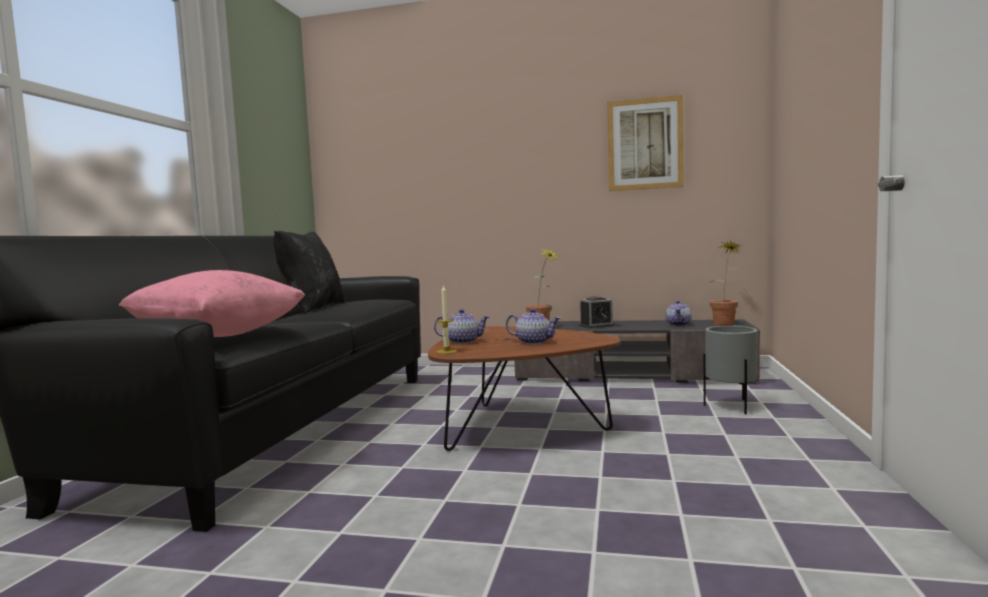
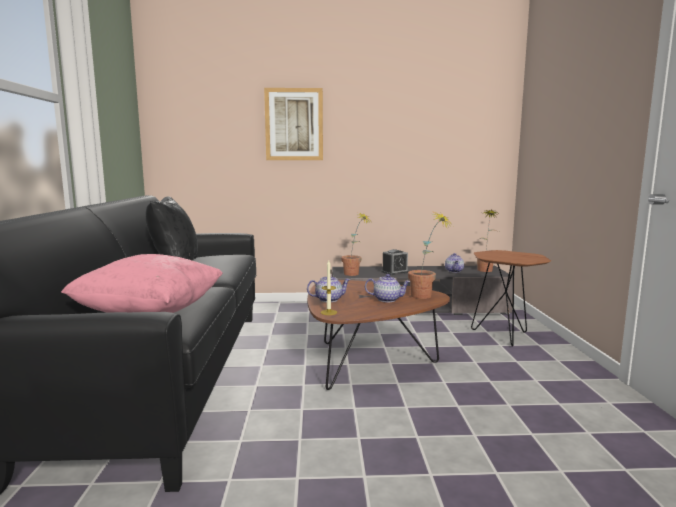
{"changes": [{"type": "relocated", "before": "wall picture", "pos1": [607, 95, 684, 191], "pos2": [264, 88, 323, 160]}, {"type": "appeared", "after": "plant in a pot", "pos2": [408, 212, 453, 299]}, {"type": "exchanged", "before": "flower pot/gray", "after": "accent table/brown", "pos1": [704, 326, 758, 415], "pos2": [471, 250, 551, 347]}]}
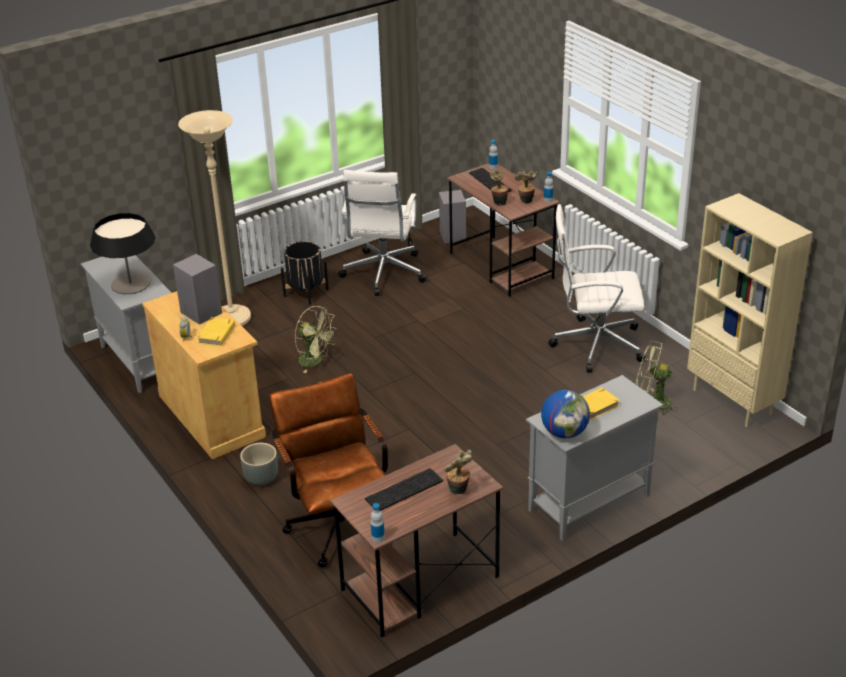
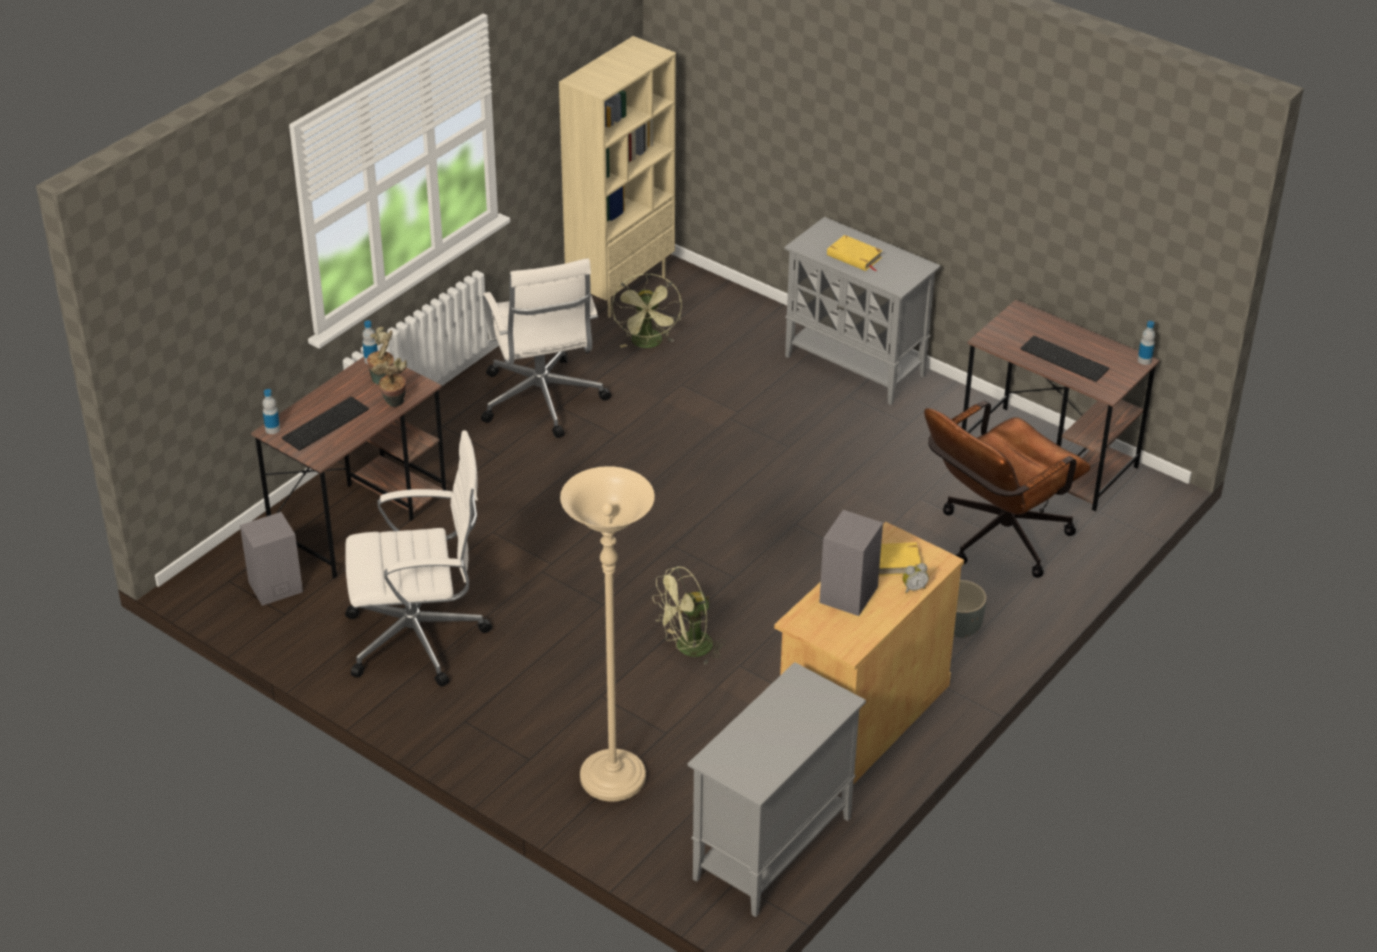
{"changes": [{"type": "spun", "before": "electric fan/green-coloured", "pos1": [295, 306, 338, 373], "pos2": [652, 566, 725, 666], "turn": -135}, {"type": "missing", "before": "tabletop lamp", "pos1": [90, 213, 156, 294]}, {"type": "missing", "before": "flower pot/black-coloured", "pos1": [281, 241, 329, 305]}, {"type": "missing", "before": "plant in a pot", "pos1": [444, 449, 472, 494]}, {"type": "missing", "before": "globe", "pos1": [541, 390, 590, 439]}]}
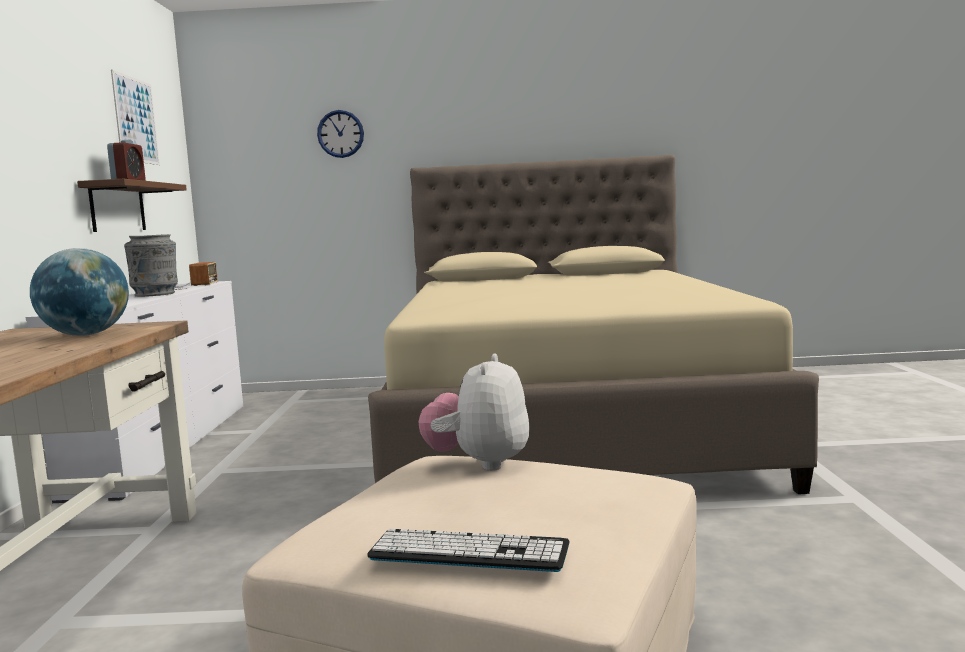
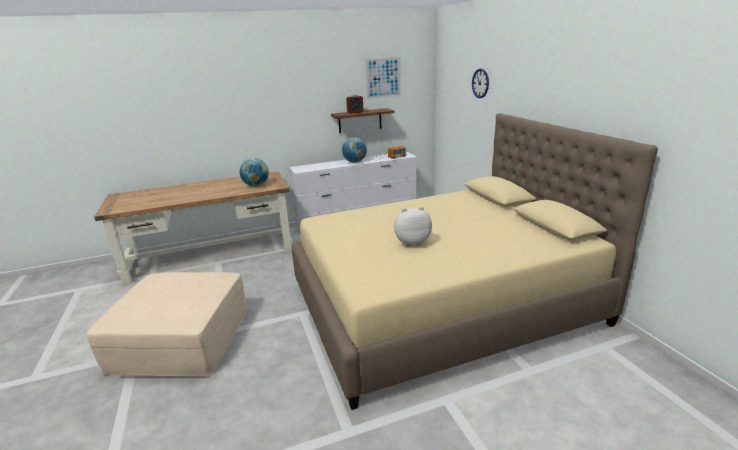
{"changes": [{"type": "exchanged", "before": "flower vase/gray", "after": "globe", "pos1": [124, 234, 178, 297], "pos2": [342, 137, 367, 163]}, {"type": "relocated", "before": "soft toy", "pos1": [418, 354, 530, 471], "pos2": [394, 207, 432, 247]}, {"type": "missing", "before": "computer keyboard", "pos1": [367, 529, 570, 572]}]}
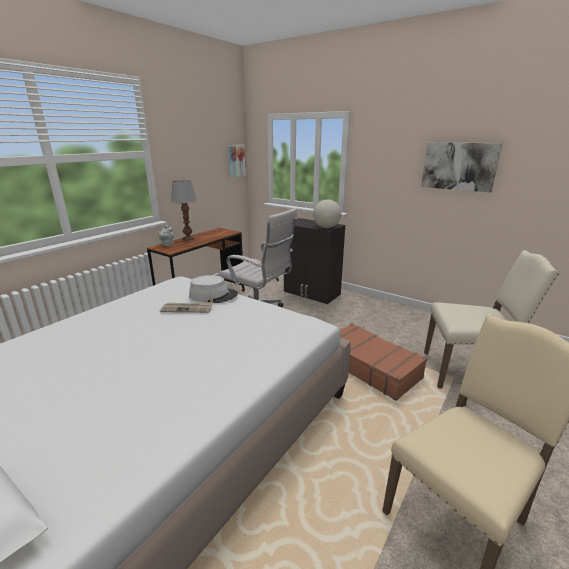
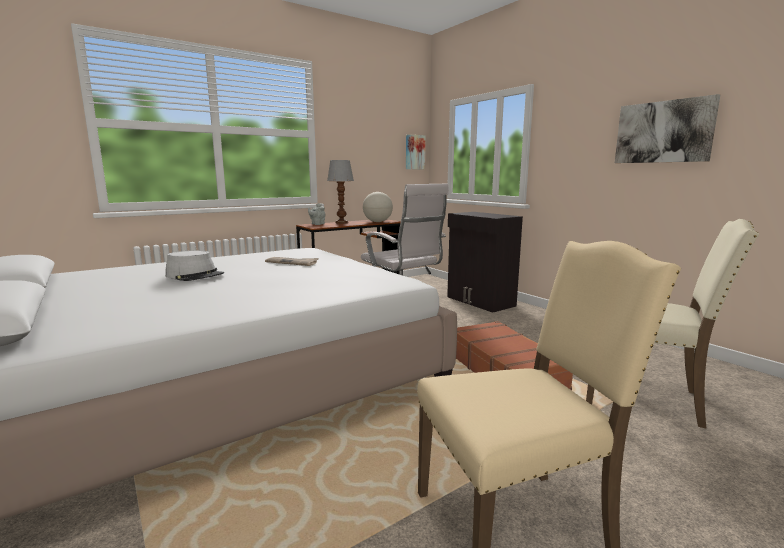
{"changes": [{"type": "relocated", "before": "hat/gray", "pos1": [189, 275, 238, 303], "pos2": [165, 250, 224, 281]}, {"type": "relocated", "before": "globe", "pos1": [313, 199, 341, 228], "pos2": [363, 192, 393, 222]}]}
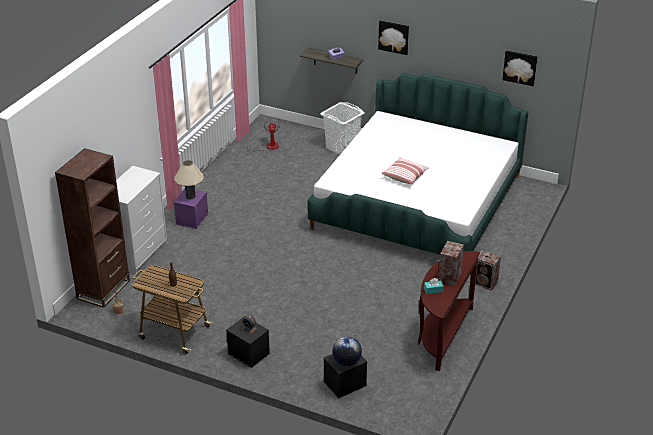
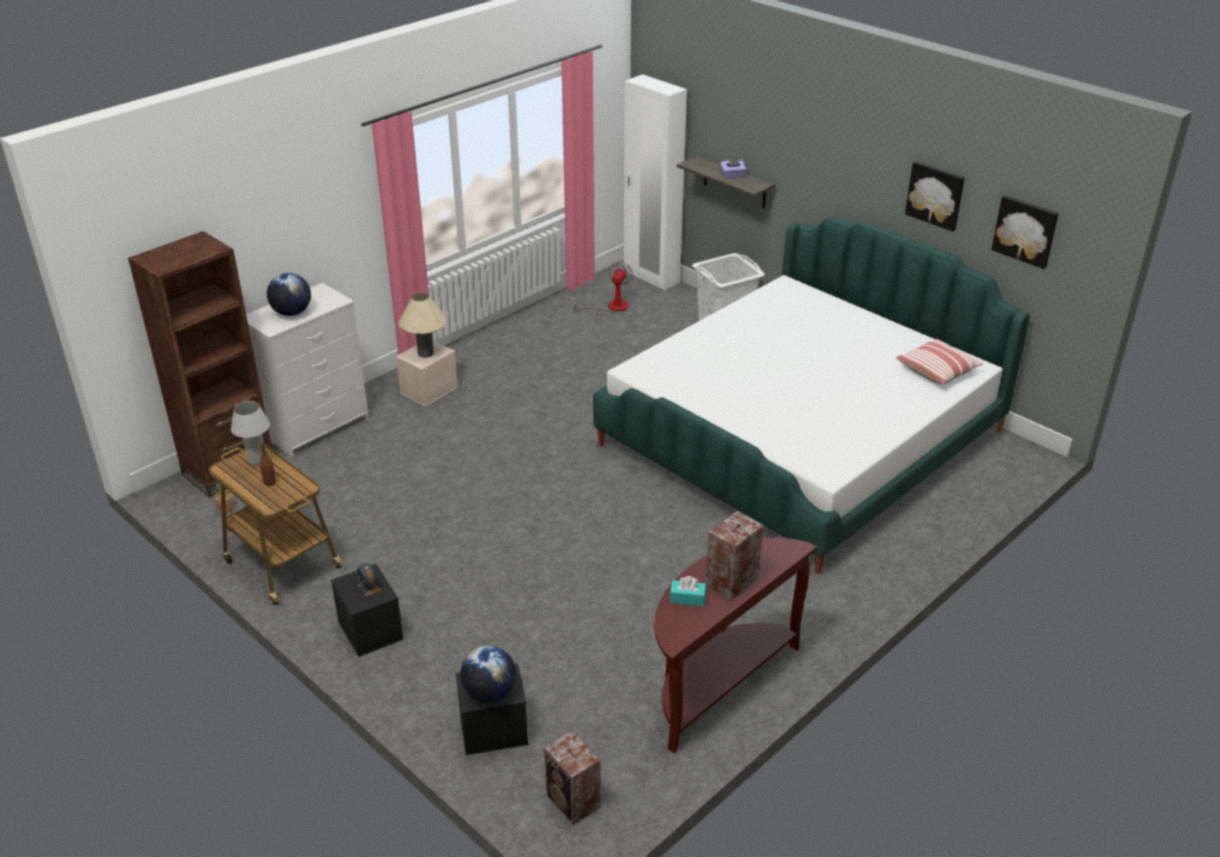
{"changes": [{"type": "appeared", "after": "tabletop lamp/whitish", "pos2": [231, 401, 270, 465]}, {"type": "appeared", "after": "globe", "pos2": [267, 273, 311, 316]}, {"type": "colour", "before": "storage container/purple", "after": "storage container/sand-coloured", "pos1": [174, 189, 208, 229], "pos2": [396, 341, 458, 407]}, {"type": "relocated", "before": "speaker", "pos1": [475, 250, 501, 291], "pos2": [544, 731, 601, 825]}, {"type": "appeared", "after": "clothes cupboard/whitish", "pos2": [624, 74, 687, 290]}, {"type": "relocated", "before": "cushion", "pos1": [381, 158, 429, 184], "pos2": [896, 339, 983, 385]}, {"type": "relocated", "before": "wall picture", "pos1": [378, 20, 409, 55], "pos2": [905, 161, 965, 232]}]}
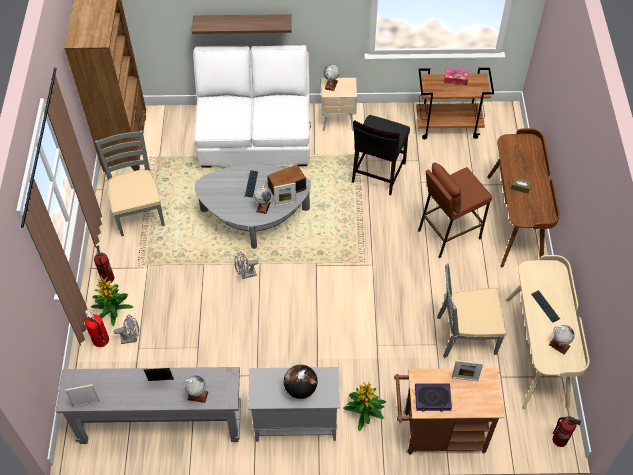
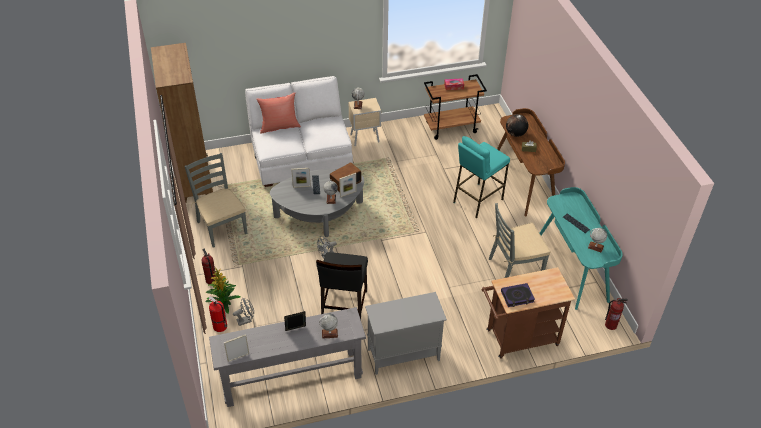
{"changes": [{"type": "appeared", "after": "cushion/reddish", "pos2": [256, 93, 301, 134]}, {"type": "relocated", "before": "picture frame", "pos1": [452, 360, 483, 381], "pos2": [291, 168, 311, 188]}, {"type": "relocated", "before": "chair/black-coloured", "pos1": [352, 115, 410, 195], "pos2": [316, 252, 368, 319]}, {"type": "colour", "before": "sitting stool/brown", "after": "sitting stool/turquoise", "pos1": [418, 163, 492, 258], "pos2": [453, 136, 510, 218]}, {"type": "relocated", "before": "globe", "pos1": [284, 364, 318, 399], "pos2": [506, 114, 528, 137]}, {"type": "colour", "before": "desk table/sand-coloured", "after": "desk table/turquoise", "pos1": [506, 255, 590, 409], "pos2": [540, 187, 623, 310]}, {"type": "missing", "before": "bracket shelf", "pos1": [192, 14, 292, 34]}, {"type": "missing", "before": "plant in a pot", "pos1": [343, 381, 386, 432]}]}
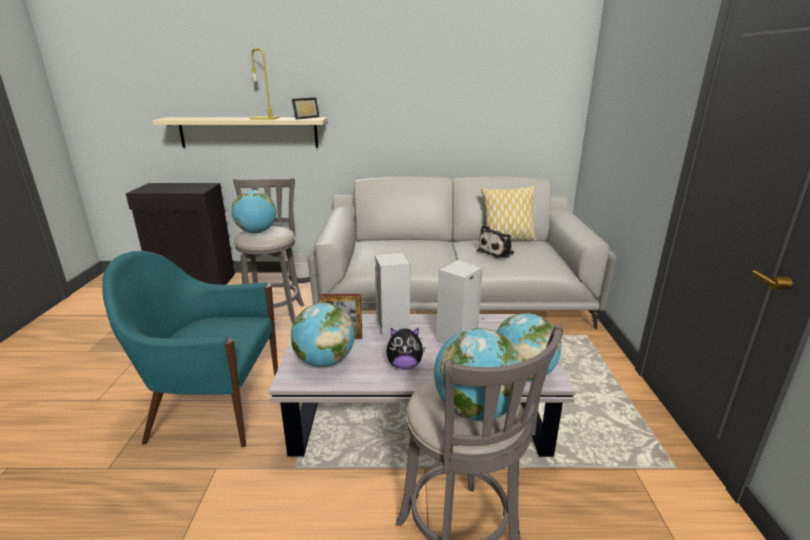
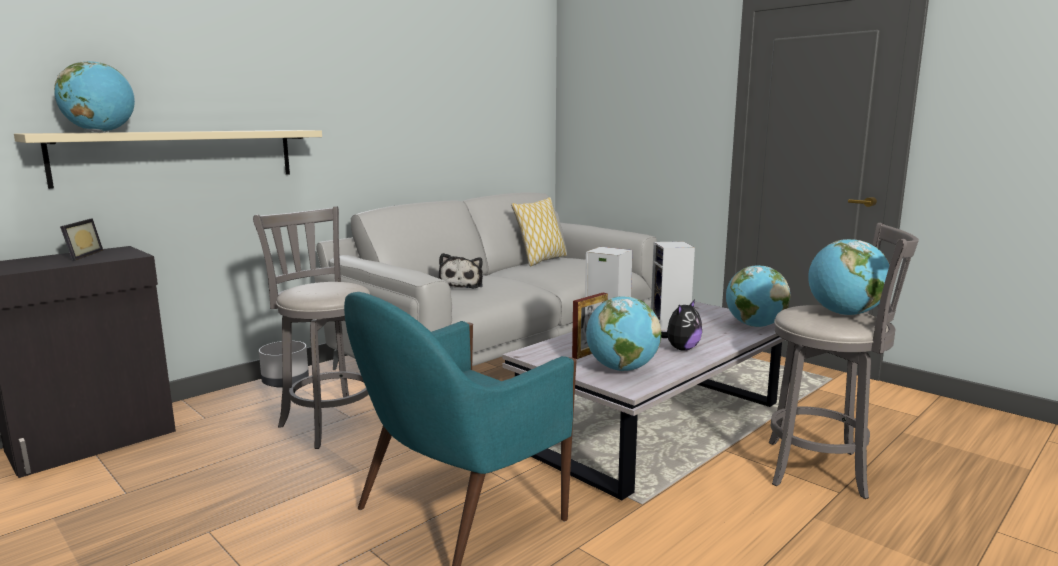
{"changes": [{"type": "relocated", "before": "globe", "pos1": [231, 190, 277, 233], "pos2": [54, 61, 135, 132]}, {"type": "relocated", "before": "picture frame", "pos1": [292, 97, 320, 120], "pos2": [60, 218, 103, 261]}, {"type": "relocated", "before": "soft toy", "pos1": [477, 225, 514, 258], "pos2": [439, 253, 483, 288]}, {"type": "missing", "before": "tabletop lamp/yellow", "pos1": [249, 48, 280, 120]}]}
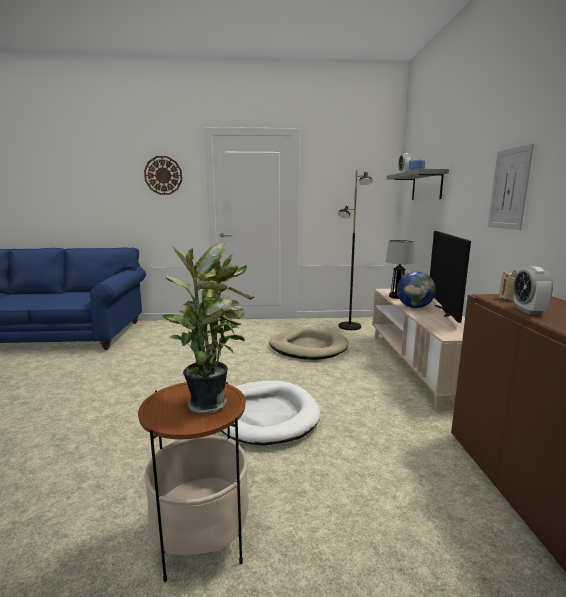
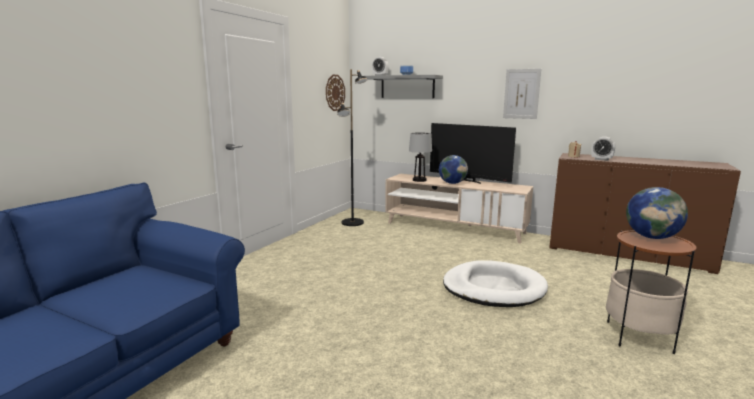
{"changes": [{"type": "relocated", "before": "hanging clock", "pos1": [144, 156, 182, 195], "pos2": [326, 75, 345, 111]}, {"type": "exchanged", "before": "plant in a pot", "after": "globe", "pos1": [162, 243, 254, 413], "pos2": [626, 187, 688, 239]}, {"type": "missing", "before": "pet bed/sand-coloured", "pos1": [269, 327, 348, 360]}]}
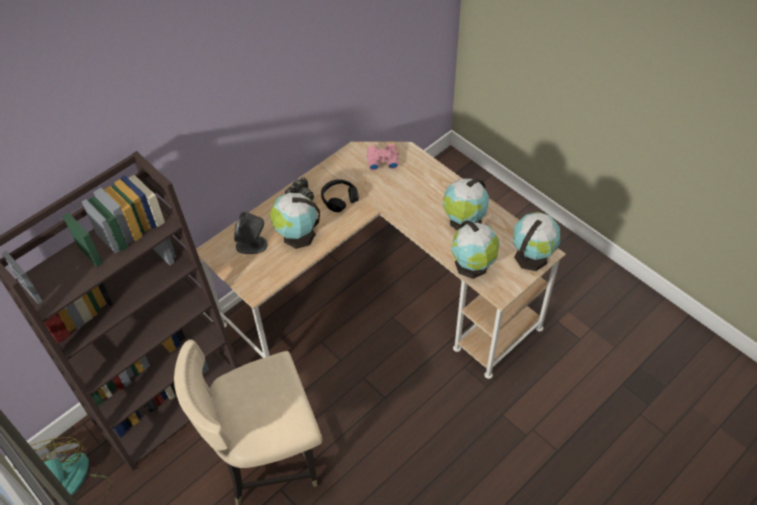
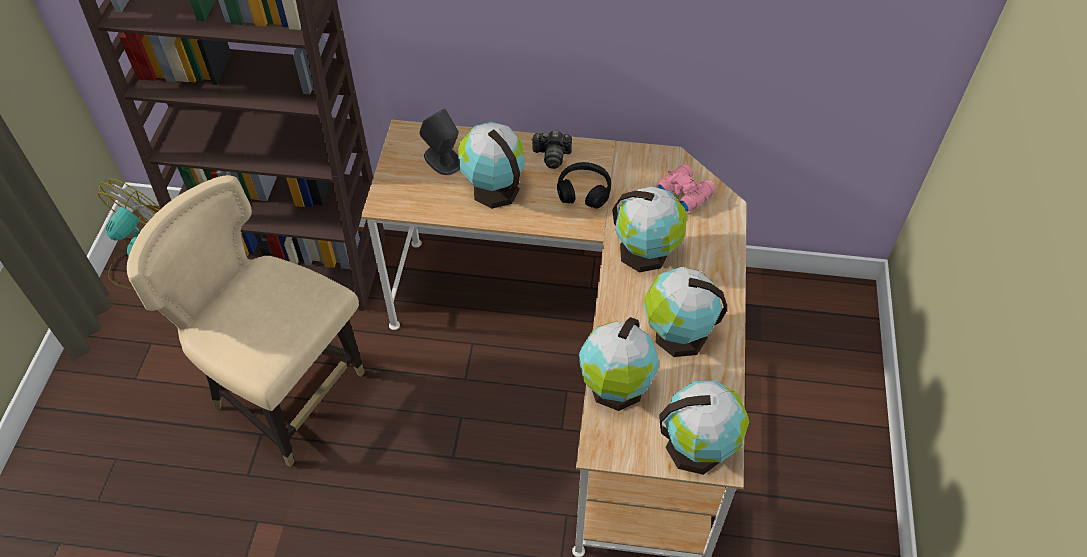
{"changes": [{"type": "appeared", "after": "globe", "pos2": [612, 187, 687, 272]}]}
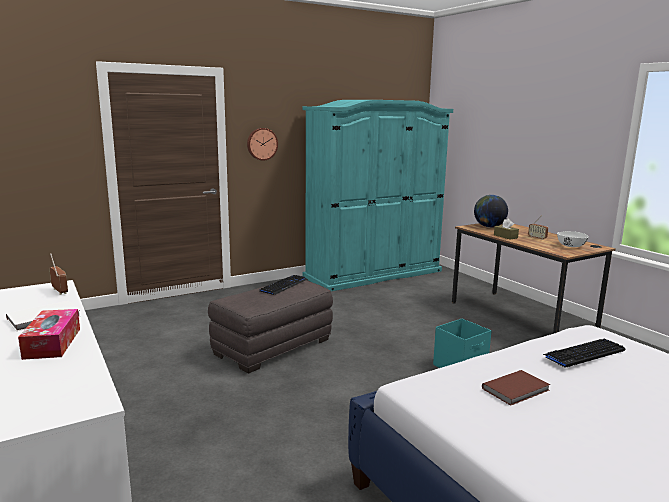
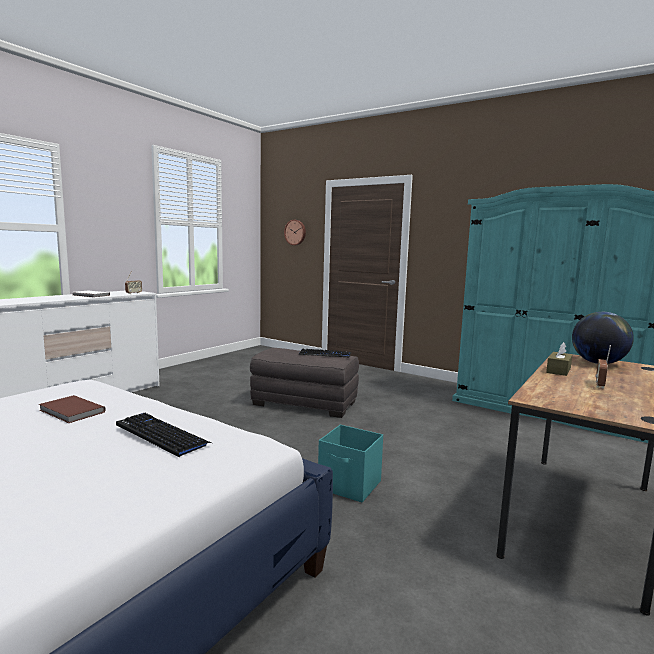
{"changes": [{"type": "relocated", "before": "hanging clock", "pos1": [247, 128, 278, 161], "pos2": [284, 220, 306, 245]}, {"type": "missing", "before": "tissue holder", "pos1": [18, 309, 80, 360]}, {"type": "missing", "before": "bowl/whitish", "pos1": [557, 231, 589, 247]}]}
